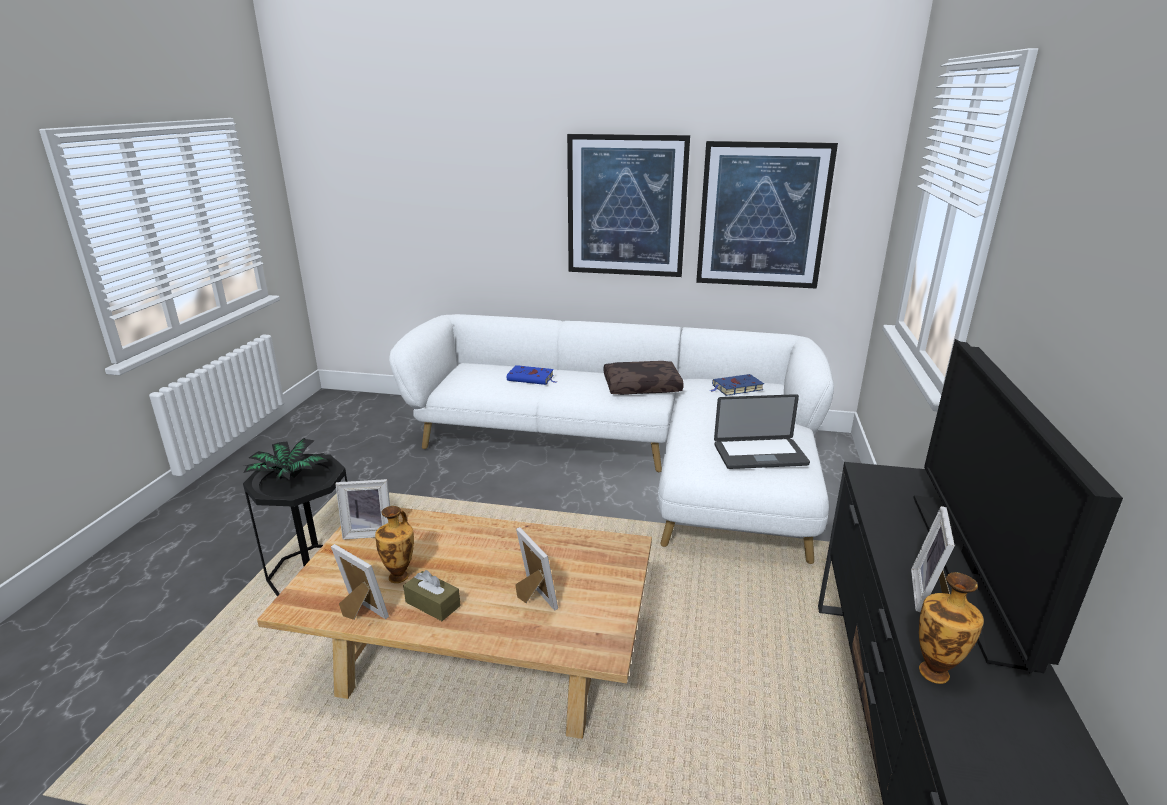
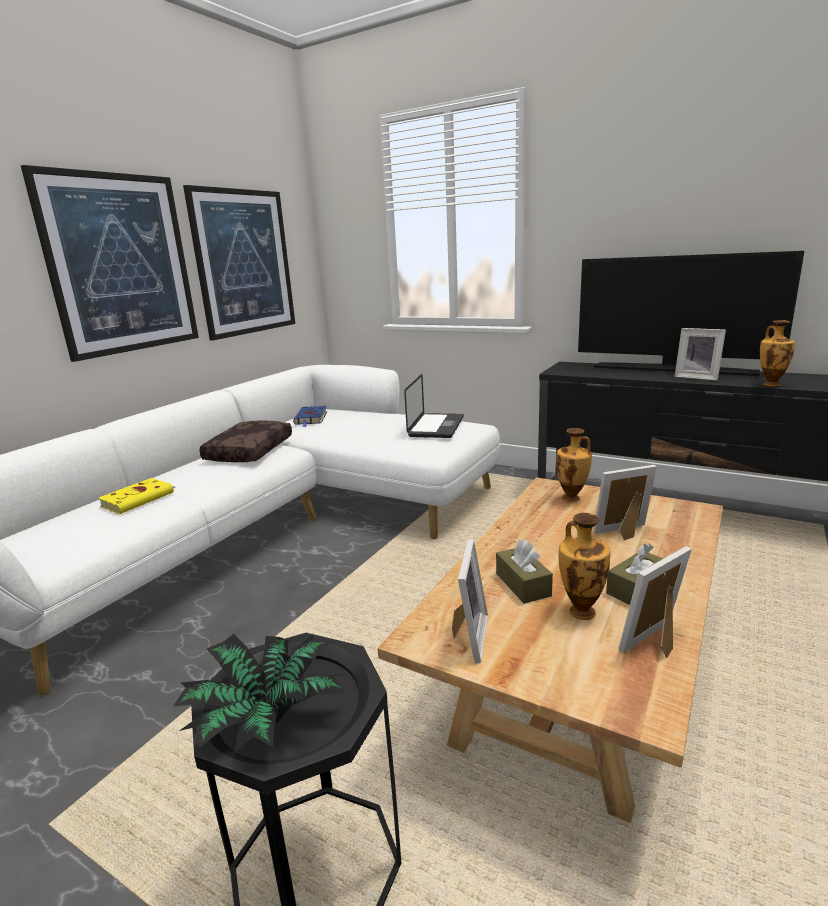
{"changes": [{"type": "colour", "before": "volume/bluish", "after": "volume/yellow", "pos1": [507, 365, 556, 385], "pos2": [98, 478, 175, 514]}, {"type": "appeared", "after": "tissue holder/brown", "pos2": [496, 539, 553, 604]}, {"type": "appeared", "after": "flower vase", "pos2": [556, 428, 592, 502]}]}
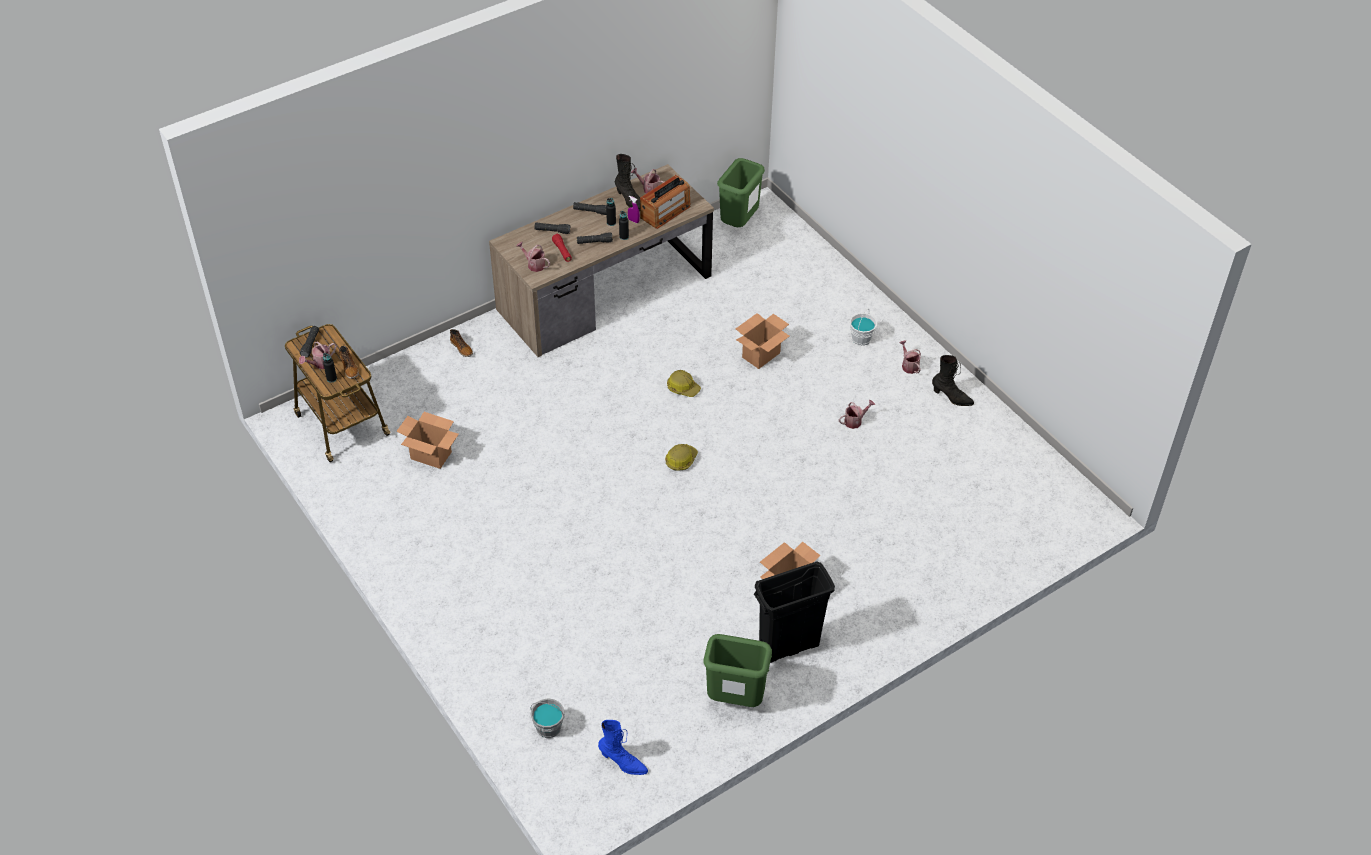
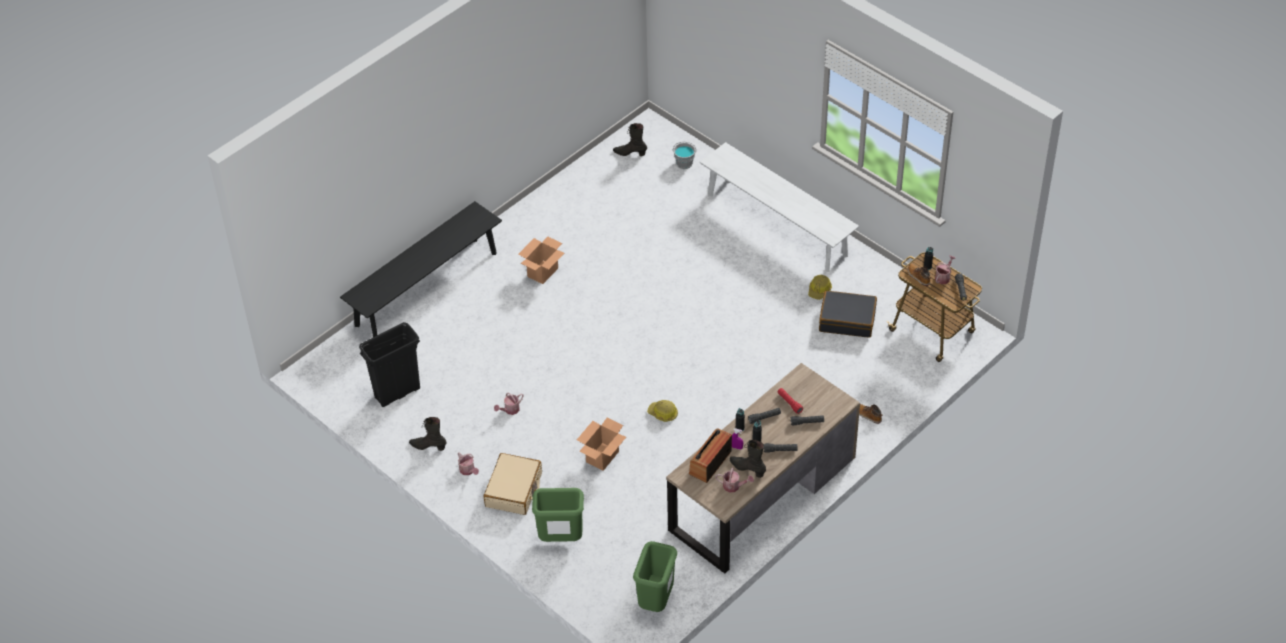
{"changes": [{"type": "appeared", "after": "indoor bench/black-coloured", "pos2": [340, 201, 502, 337]}, {"type": "relocated", "before": "trash can/black-coloured", "pos1": [754, 561, 835, 663], "pos2": [359, 322, 420, 407]}, {"type": "exchanged", "before": "pail/whitish", "after": "piece of luggage/sand-coloured", "pos1": [850, 309, 877, 346], "pos2": [484, 453, 542, 515]}, {"type": "relocated", "before": "trash can/green-coloured", "pos1": [703, 634, 772, 707], "pos2": [532, 488, 584, 542]}, {"type": "colour", "before": "boot/bluish", "after": "boot/black-coloured", "pos1": [598, 720, 648, 775], "pos2": [613, 123, 647, 156]}, {"type": "appeared", "after": "indoor bench/whitish", "pos2": [700, 142, 859, 272]}, {"type": "relocated", "before": "safety helmet", "pos1": [665, 444, 698, 471], "pos2": [808, 275, 832, 300]}, {"type": "exchanged", "before": "carton", "after": "piece of luggage/black-coloured", "pos1": [396, 412, 459, 469], "pos2": [819, 291, 877, 338]}, {"type": "missing", "before": "watering can", "pos1": [516, 242, 550, 272]}]}
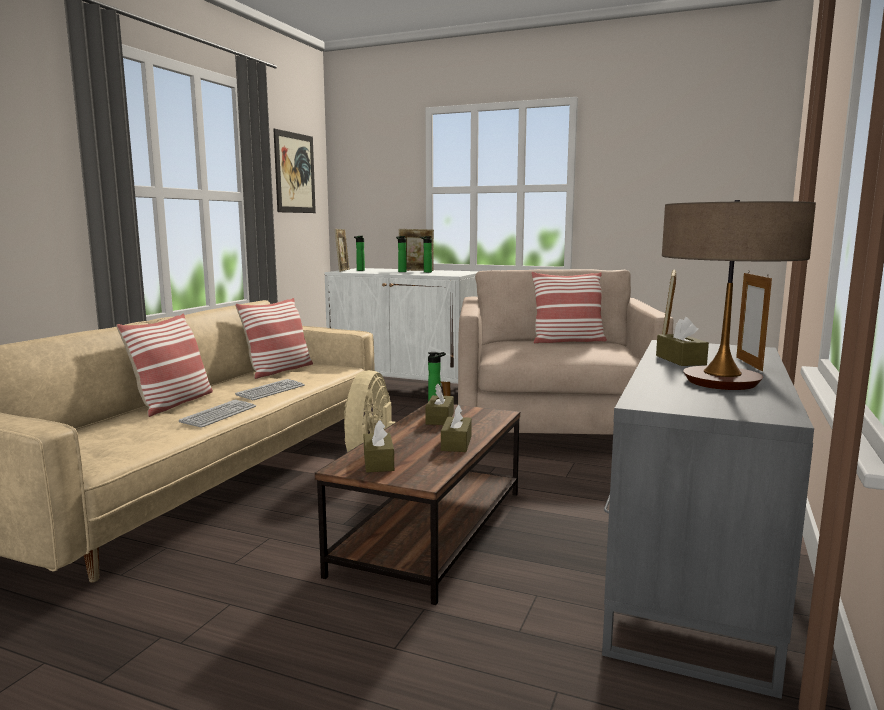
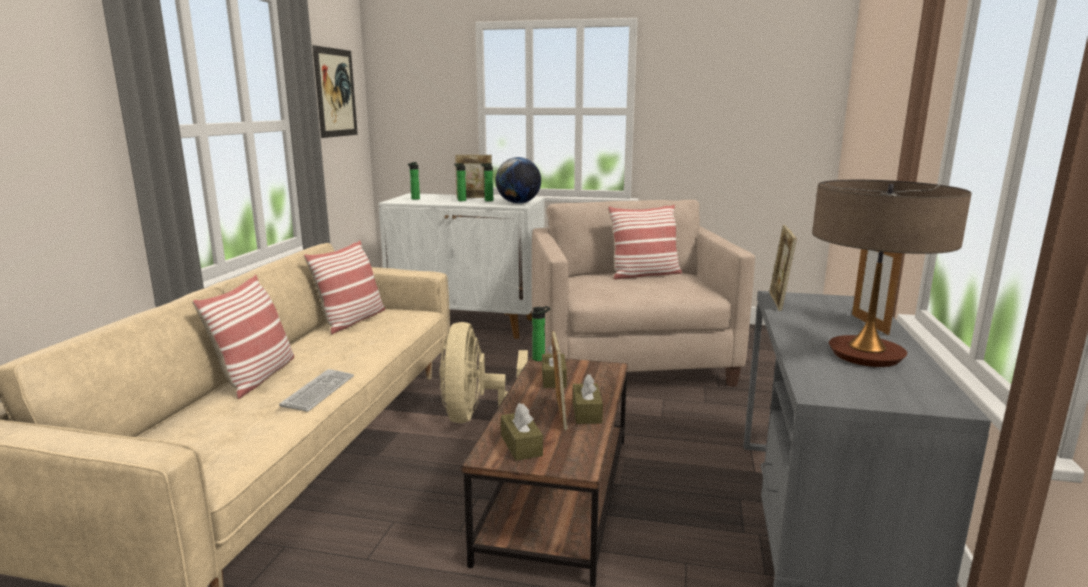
{"changes": [{"type": "appeared", "after": "globe", "pos2": [496, 157, 541, 204]}, {"type": "relocated", "before": "picture frame", "pos1": [335, 229, 349, 272], "pos2": [552, 331, 567, 430]}, {"type": "missing", "before": "computer keyboard", "pos1": [235, 379, 305, 400]}, {"type": "missing", "before": "tissue holder/brown", "pos1": [656, 317, 709, 366]}]}
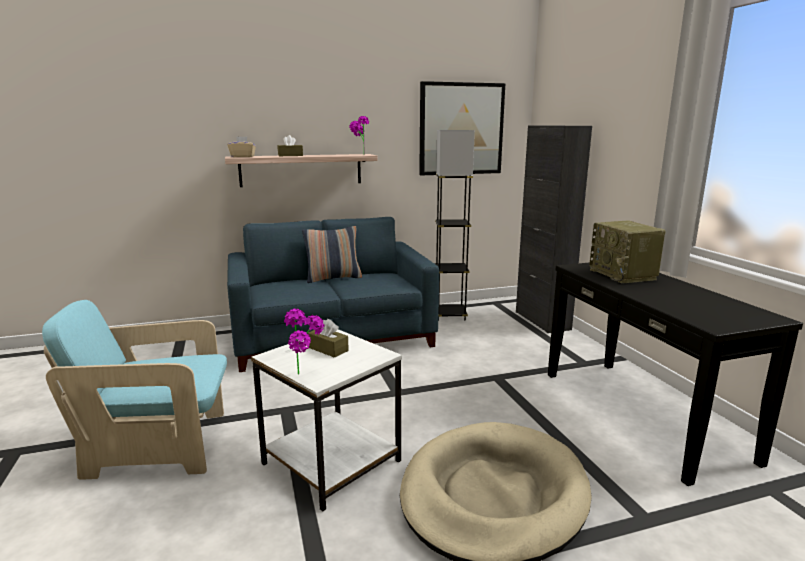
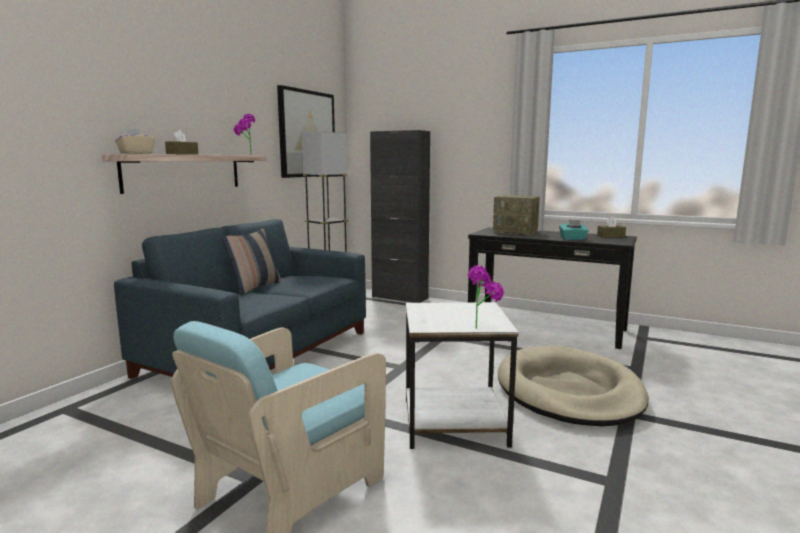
{"changes": [{"type": "appeared", "after": "tissue holder/turquoise", "pos2": [559, 220, 589, 240]}, {"type": "relocated", "before": "tissue holder/brown", "pos1": [308, 319, 349, 358], "pos2": [597, 216, 626, 238]}]}
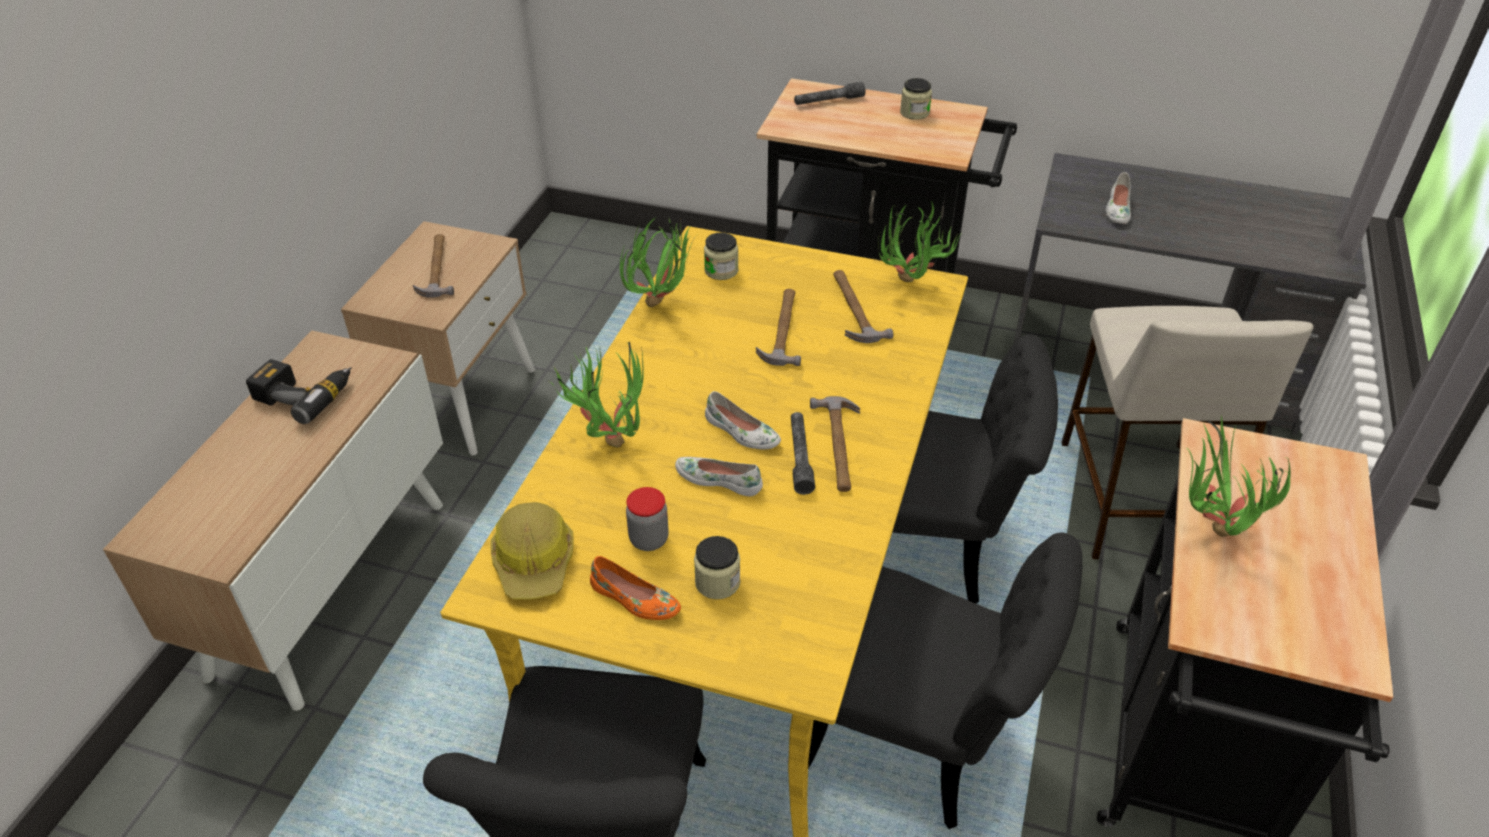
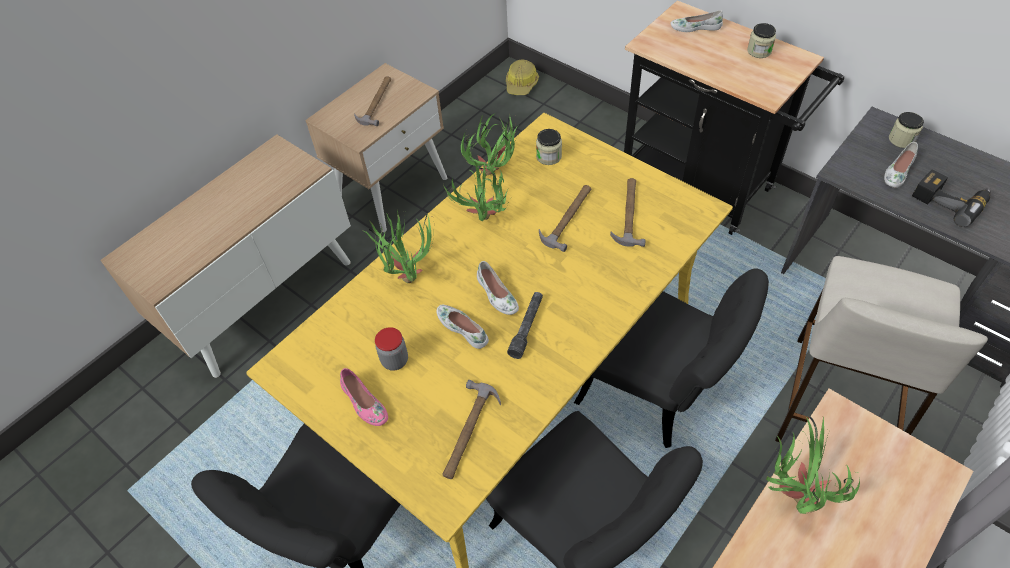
{"changes": [{"type": "colour", "before": "low shoe/orange", "after": "low shoe/pinkish", "pos1": [590, 556, 681, 620], "pos2": [340, 368, 388, 426]}, {"type": "relocated", "before": "tool hammer", "pos1": [810, 396, 860, 492], "pos2": [442, 380, 501, 479]}, {"type": "relocated", "before": "plant in a pot", "pos1": [878, 203, 963, 282], "pos2": [443, 160, 510, 221]}, {"type": "relocated", "before": "safety helmet", "pos1": [491, 502, 574, 599], "pos2": [506, 60, 539, 95]}, {"type": "exchanged", "before": "flashlight/gray", "after": "low shoe/whitish", "pos1": [794, 82, 865, 105], "pos2": [671, 10, 723, 32]}, {"type": "relocated", "before": "preserve jar", "pos1": [694, 536, 740, 599], "pos2": [889, 112, 924, 148]}, {"type": "relocated", "before": "electric drill", "pos1": [246, 359, 352, 424], "pos2": [912, 170, 991, 227]}]}
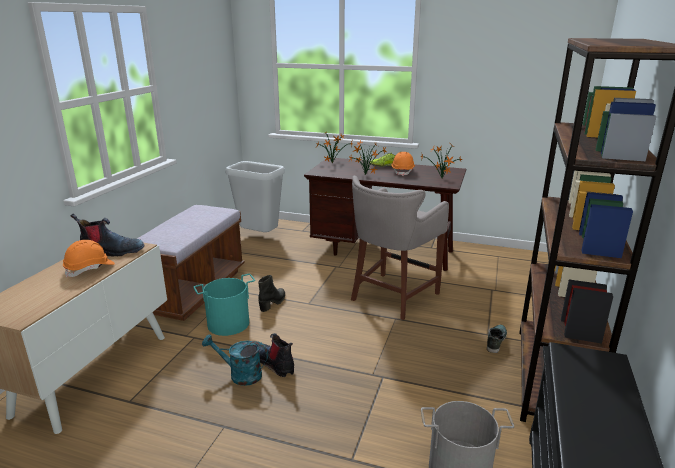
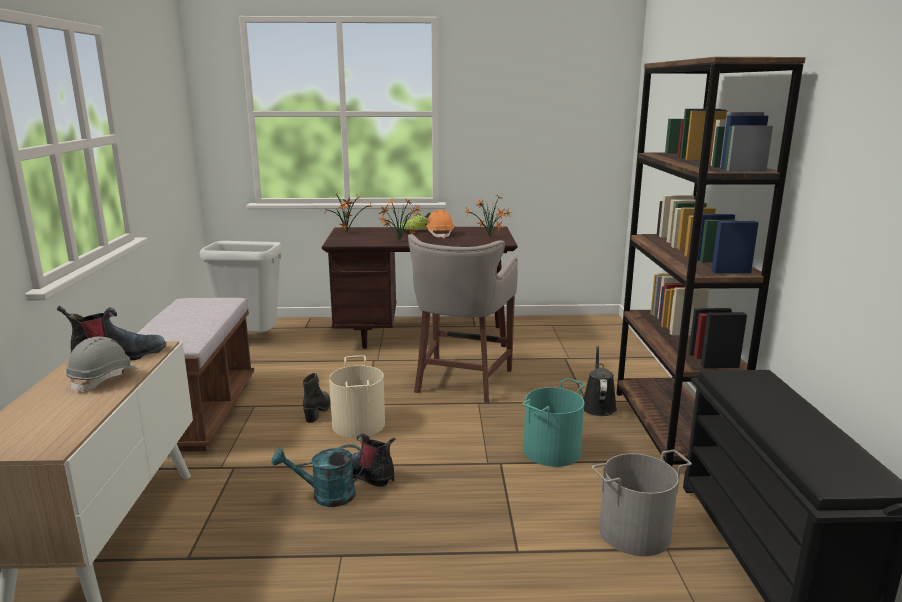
{"changes": [{"type": "colour", "before": "safety helmet/orange", "after": "safety helmet/gray", "pos1": [63, 240, 115, 278], "pos2": [66, 337, 138, 393]}, {"type": "appeared", "after": "pail/sand-coloured", "pos2": [329, 355, 385, 438]}, {"type": "relocated", "before": "pail/turquoise", "pos1": [194, 274, 255, 336], "pos2": [523, 378, 586, 467]}, {"type": "exchanged", "before": "low shoe", "after": "watering can/black-coloured", "pos1": [487, 325, 507, 353], "pos2": [583, 346, 617, 416]}]}
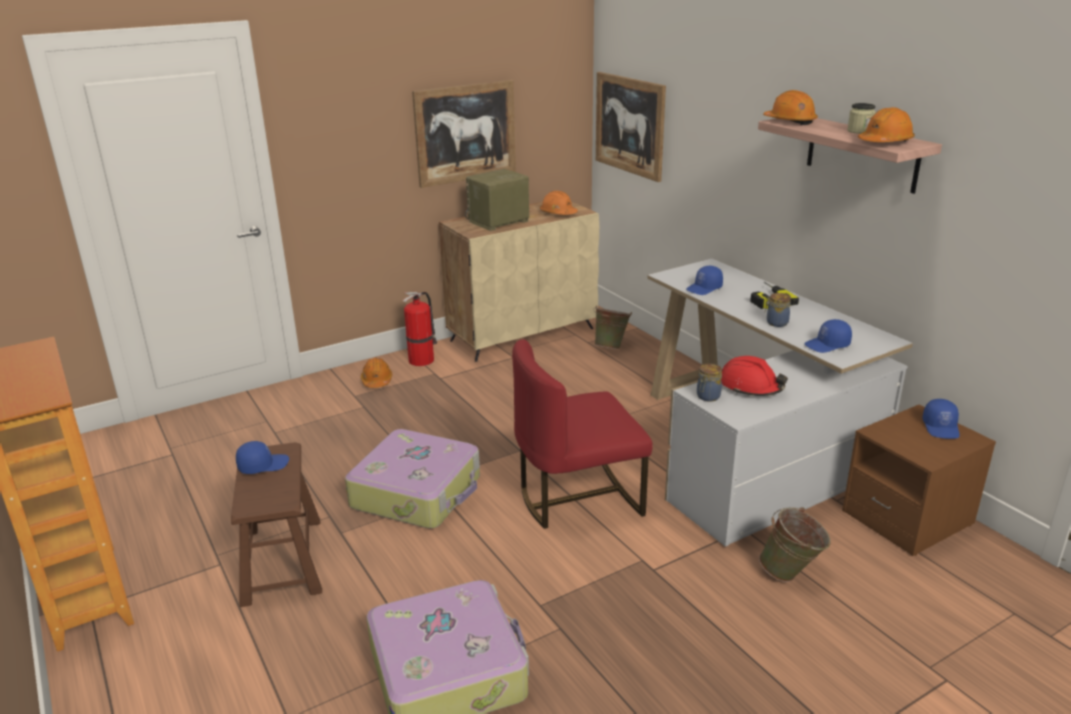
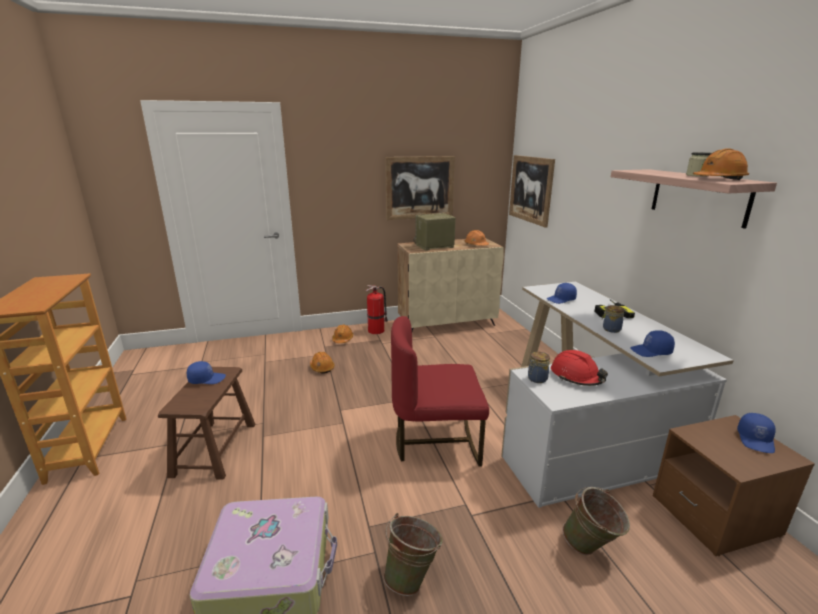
{"changes": [{"type": "relocated", "before": "safety helmet/orange", "pos1": [763, 90, 818, 125], "pos2": [310, 352, 335, 374]}, {"type": "relocated", "before": "pail/green-coloured", "pos1": [594, 306, 632, 349], "pos2": [383, 513, 442, 596]}, {"type": "missing", "before": "piece of luggage", "pos1": [345, 429, 480, 528]}]}
